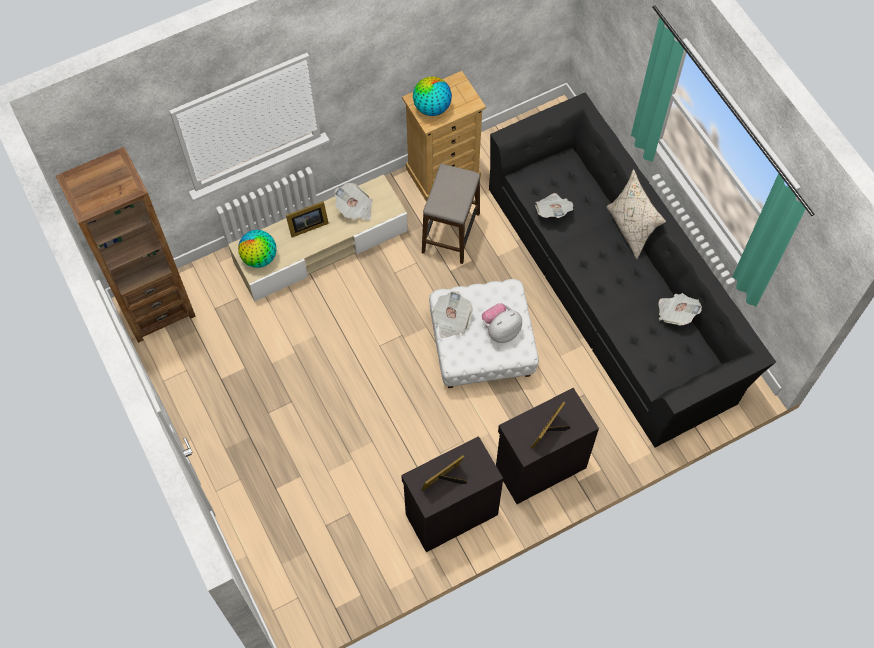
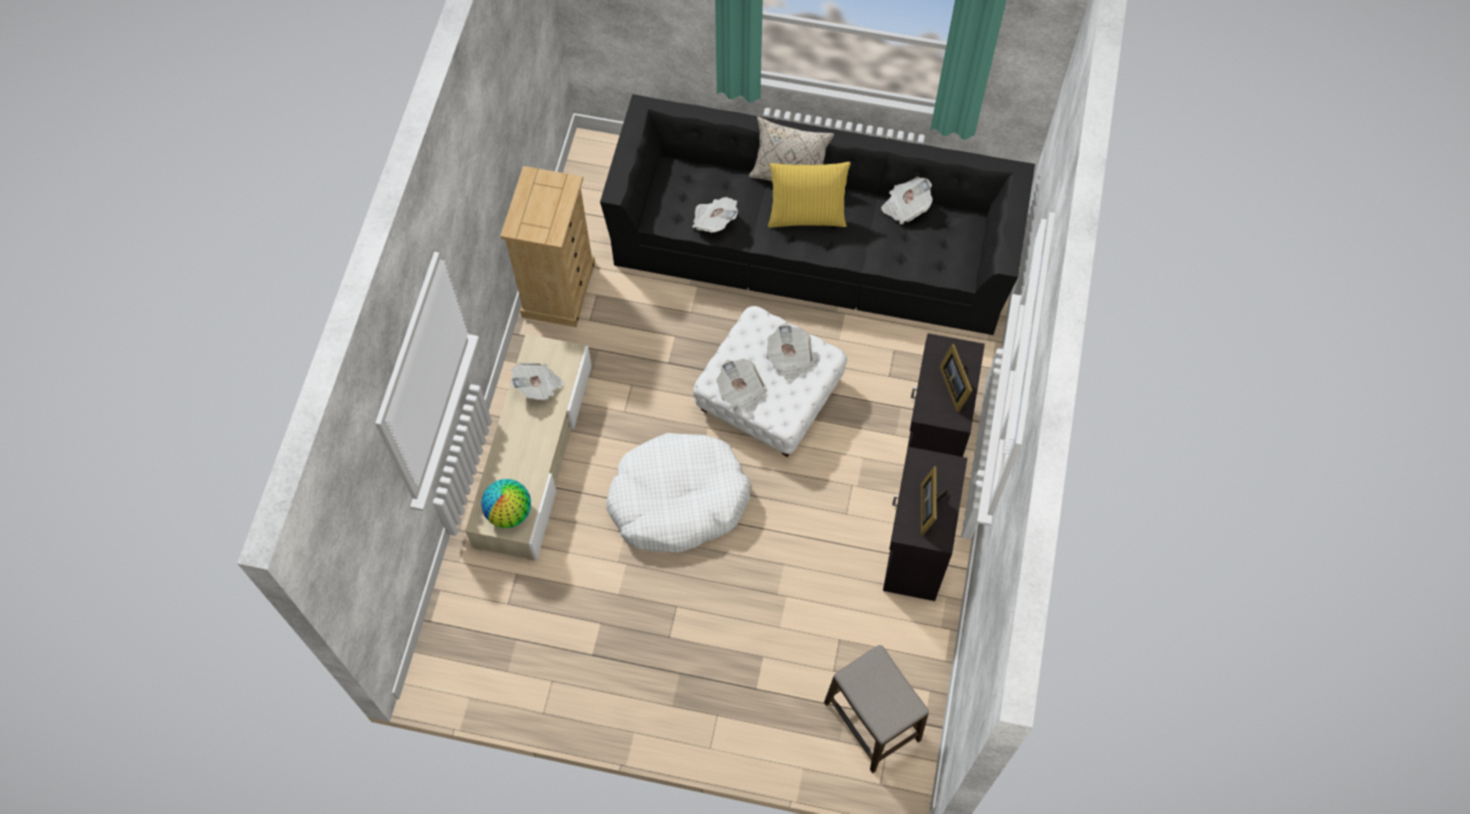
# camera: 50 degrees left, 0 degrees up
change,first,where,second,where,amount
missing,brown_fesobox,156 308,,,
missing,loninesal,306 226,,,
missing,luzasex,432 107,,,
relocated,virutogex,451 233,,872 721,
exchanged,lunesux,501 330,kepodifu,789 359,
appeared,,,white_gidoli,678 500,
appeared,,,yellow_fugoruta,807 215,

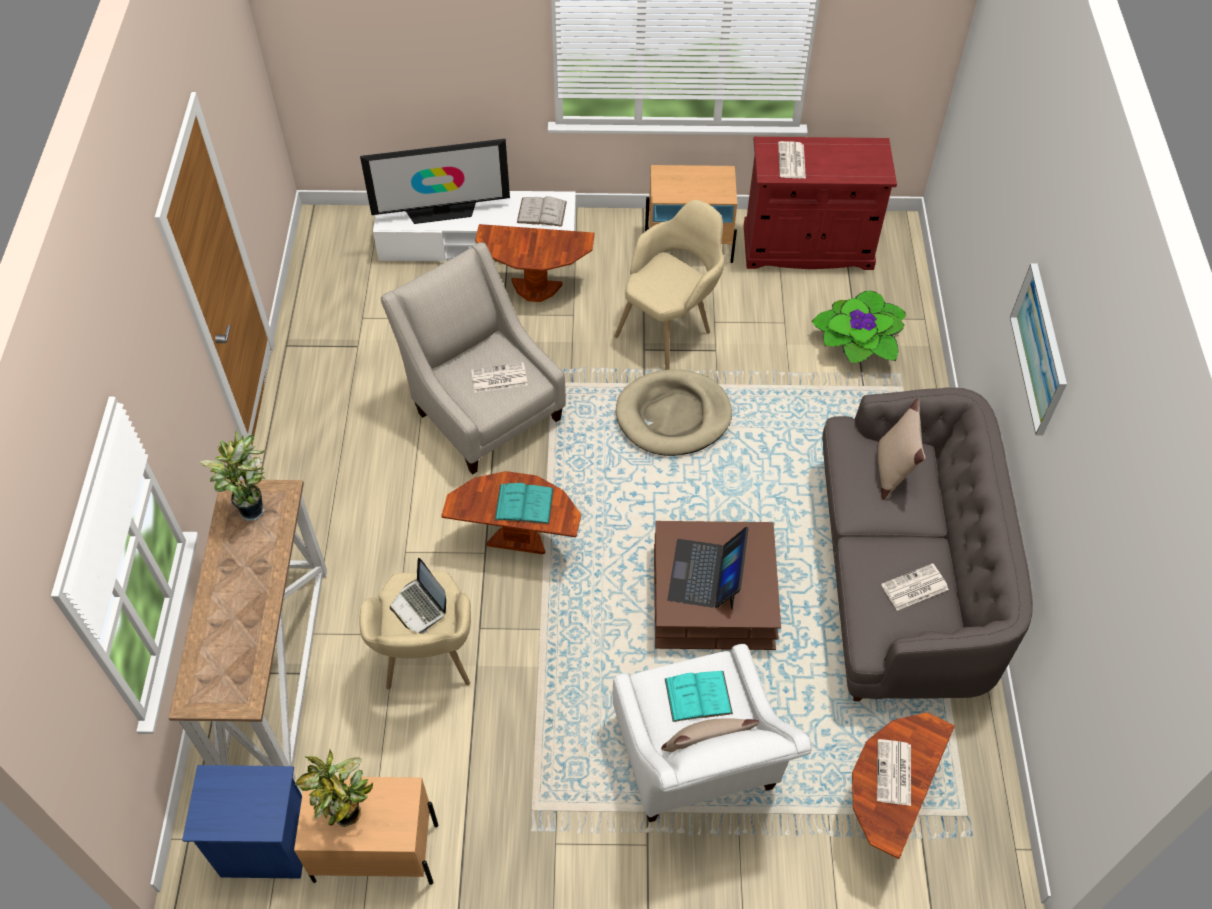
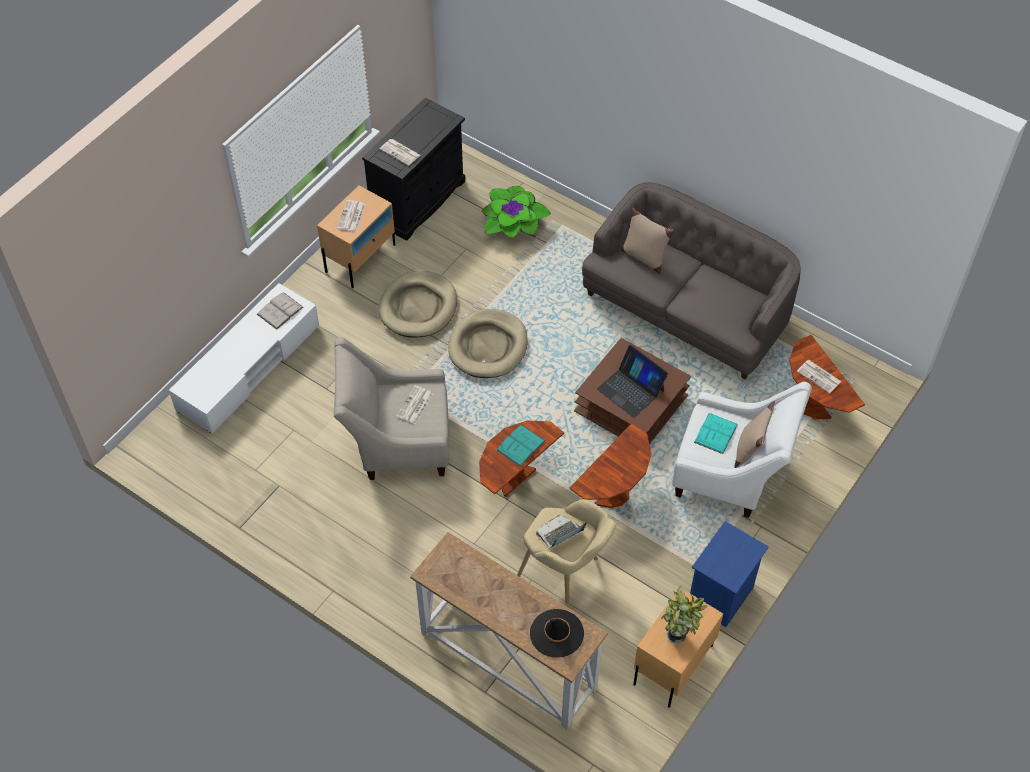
# camera: 55 degrees left, 0 degrees up
change,first,where,second,where,amount
relocated,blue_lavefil,265 847,,721 596,
missing,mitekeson,252 507,,,
missing,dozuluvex,441 211,,,
spun,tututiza,420 606,,559 533,150 degrees clockwise
relocated,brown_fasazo,536 289,,614 494,
exchanged,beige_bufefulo,670 327,beige_gidoli,418 307,
colour,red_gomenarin,808 247,black_gomenarin,418 200,
relocated,kepodifu,914 588,,351 217,
missing,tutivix,1040 348,,,
appeared,,,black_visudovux,556 633,

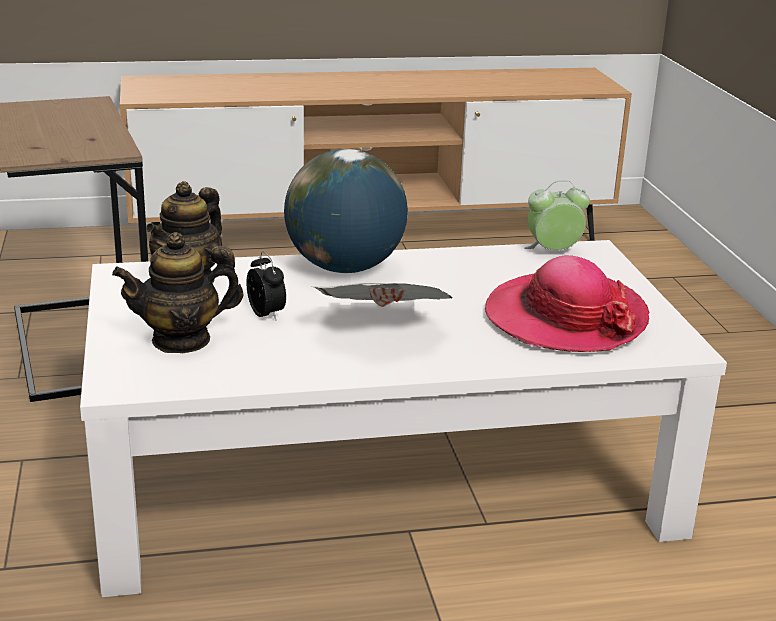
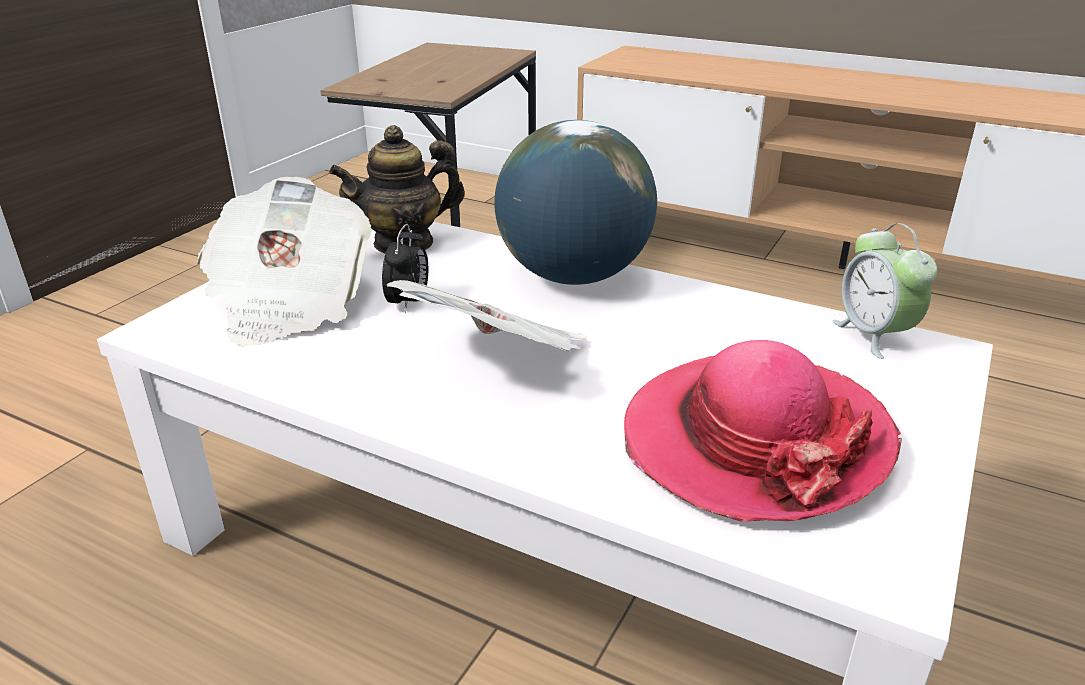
# camera: 40 degrees right, 5 degrees up
change,first,where,second,where,amount
exchanged,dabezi,181 340,kepodifu,289 302,
spun,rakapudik,553 252,,874 335,135 degrees counterclockwise

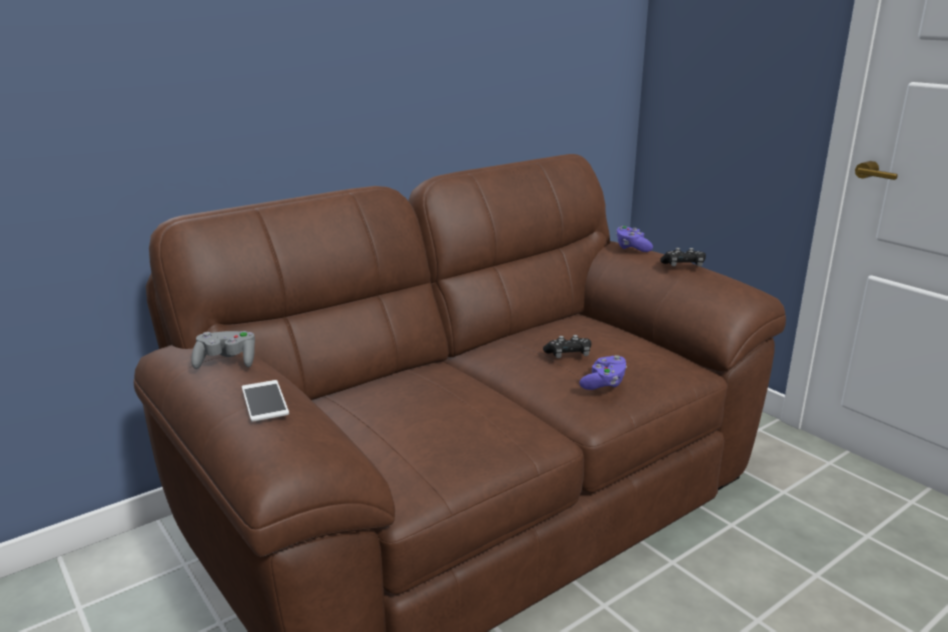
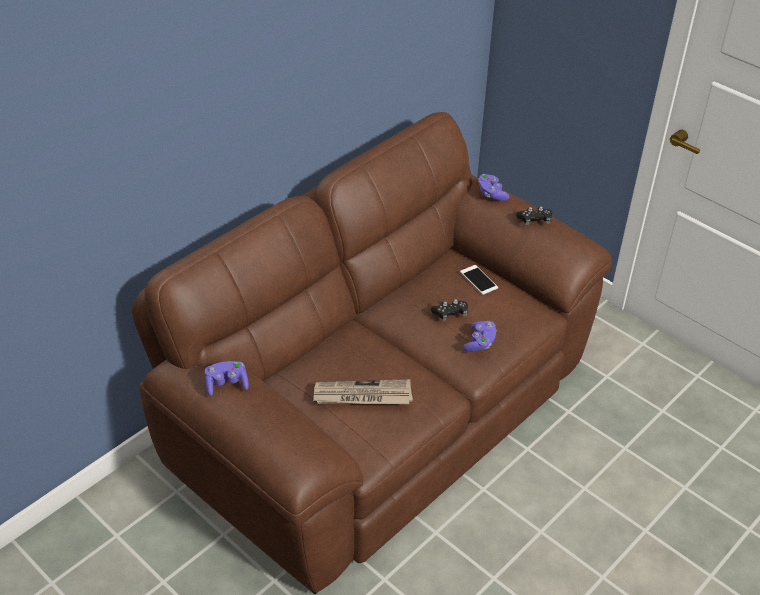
# camera: 10 degrees left, 20 degrees up
change,first,where,second,where,amount
colour,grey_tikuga,226 362,purple_tikuga,227 384,
relocated,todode,264 401,,478 280,
appeared,,,kepodifu,362 396,

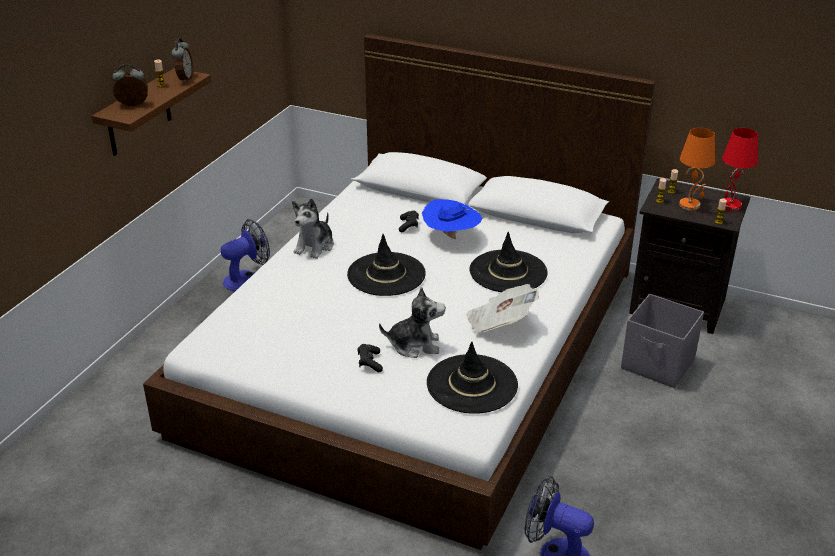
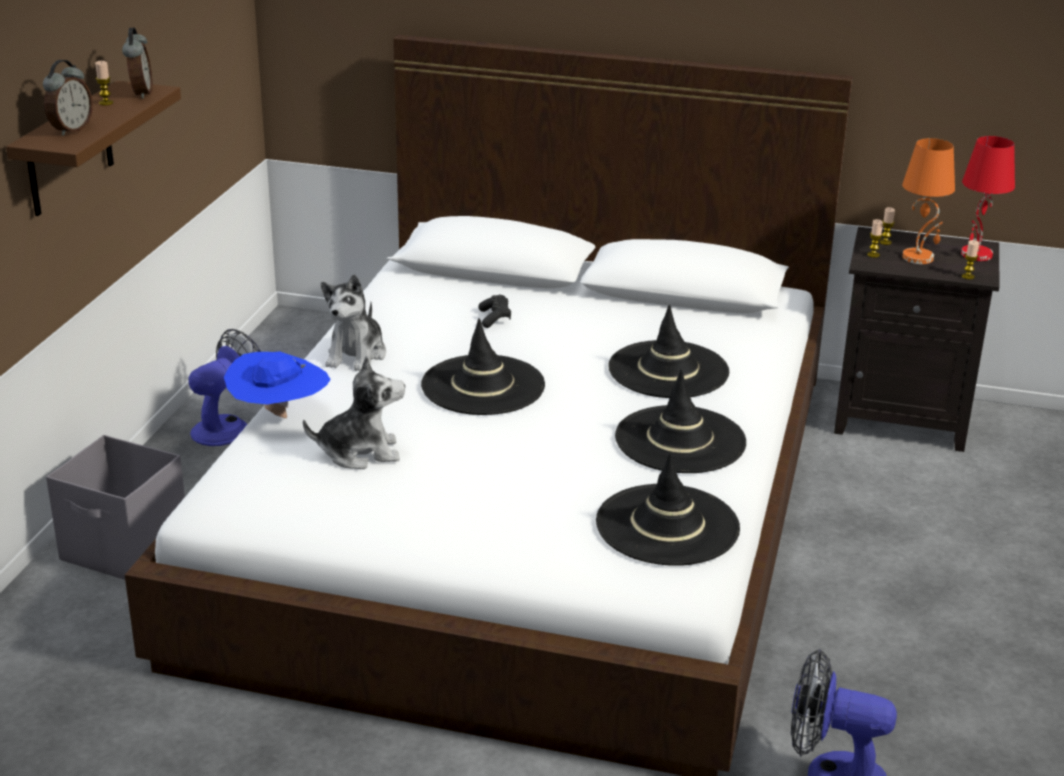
# camera: 10 degrees left, 5 degrees down
change,first,where,second,where,amount
spun,rakapudik,133 105,,70 130,135 degrees clockwise
missing,black_tikuga,370 363,,,
relocated,lunesux,414 345,,360 452,
relocated,blue_visudovux,451 237,,279 416,
exchanged,kepodifu,499 324,black_visudovux,680 440,
relocated,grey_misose,658 365,,126 550,

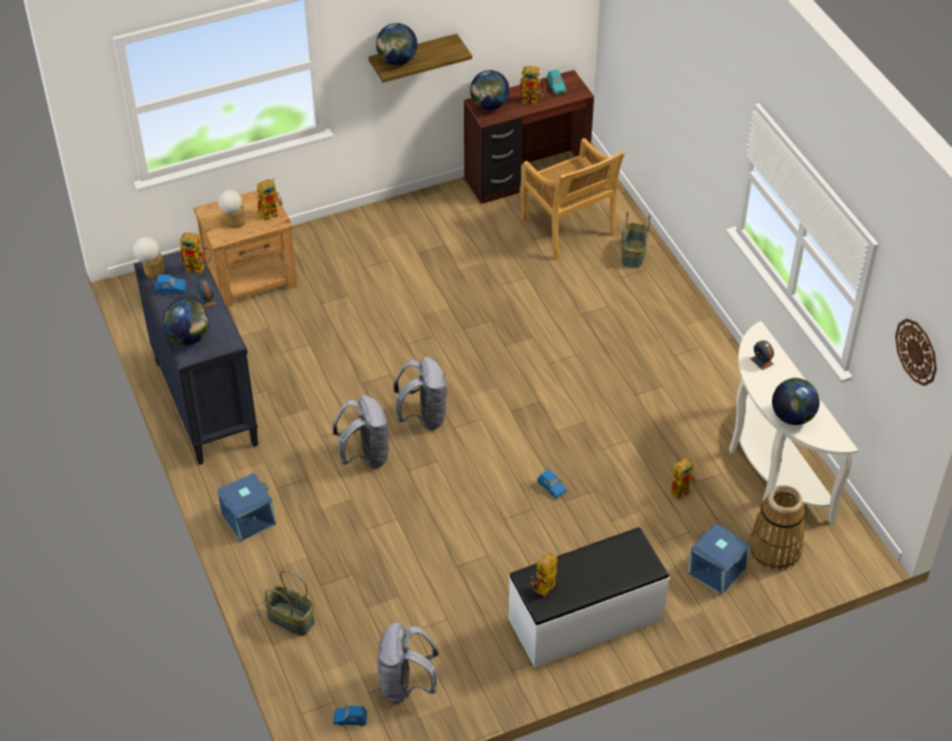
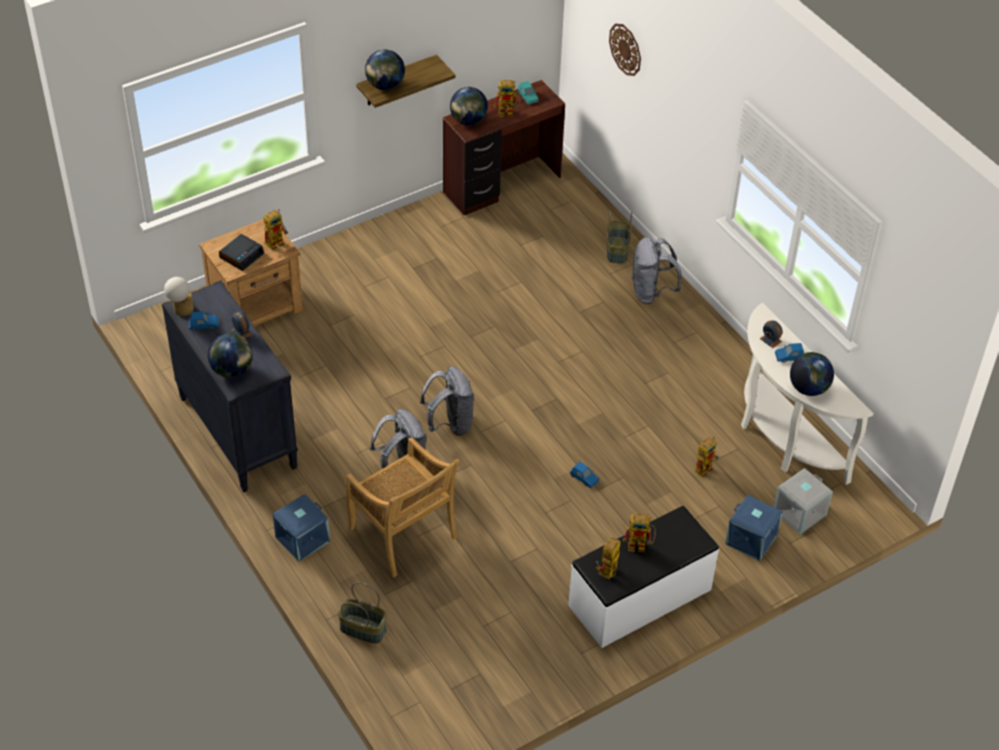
# camera: 10 degrees left, 0 degrees up
change,first,where,second,where,amount
relocated,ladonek,199 268,,640 545,
exchanged,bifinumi,233 223,rakapudik,241 255,
relocated,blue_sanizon,350 719,,789 357,
relocated,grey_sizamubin,406 685,,651 292,
relocated,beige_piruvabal,569 228,,403 534,
exchanged,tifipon,774 549,grey_misose,800 513,
relocated,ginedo,917 351,,625 49,

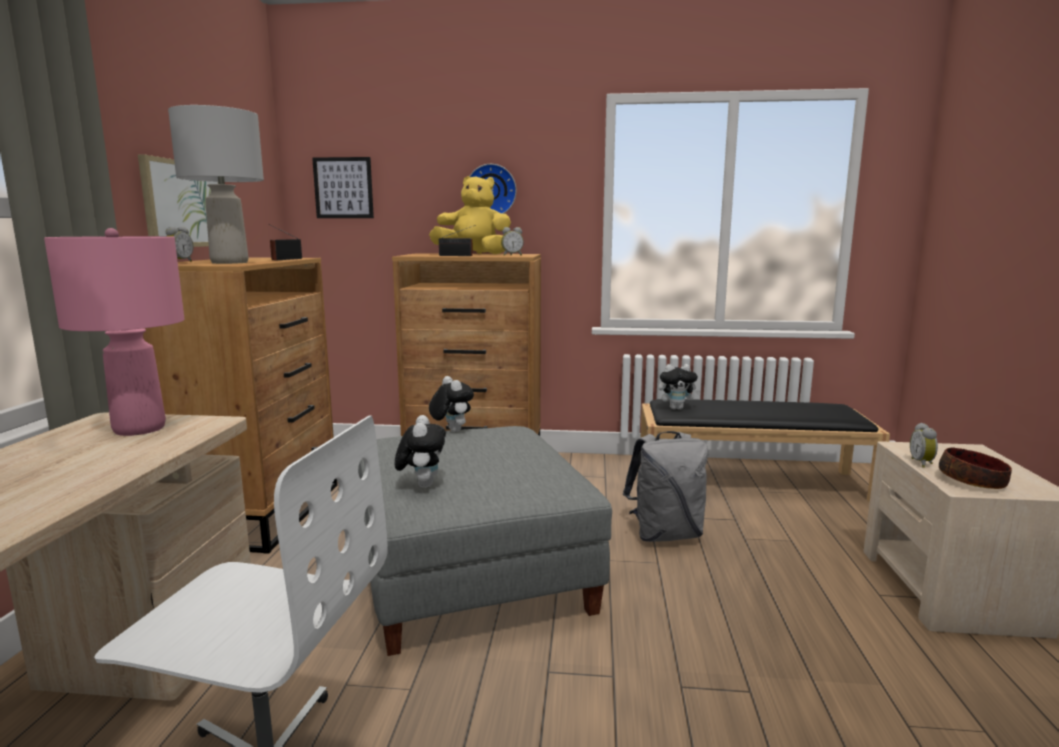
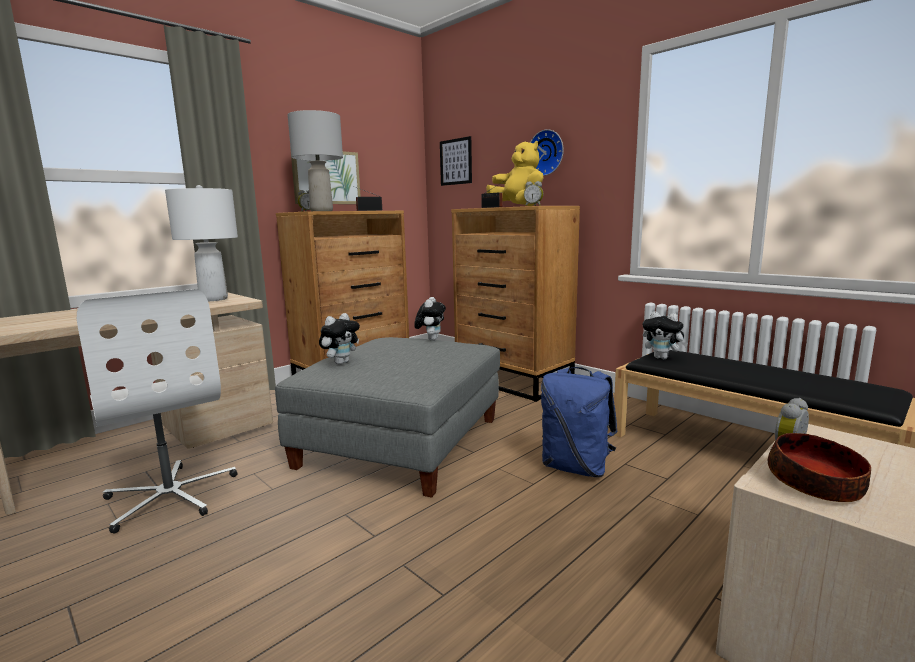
# camera: 40 degrees right, 0 degrees up
change,first,where,second,where,amount
colour,pink_bifinumi,138 429,white_bifinumi,213 299,
colour,grey_sizamubin,665 534,blue_sizamubin,576 467,

